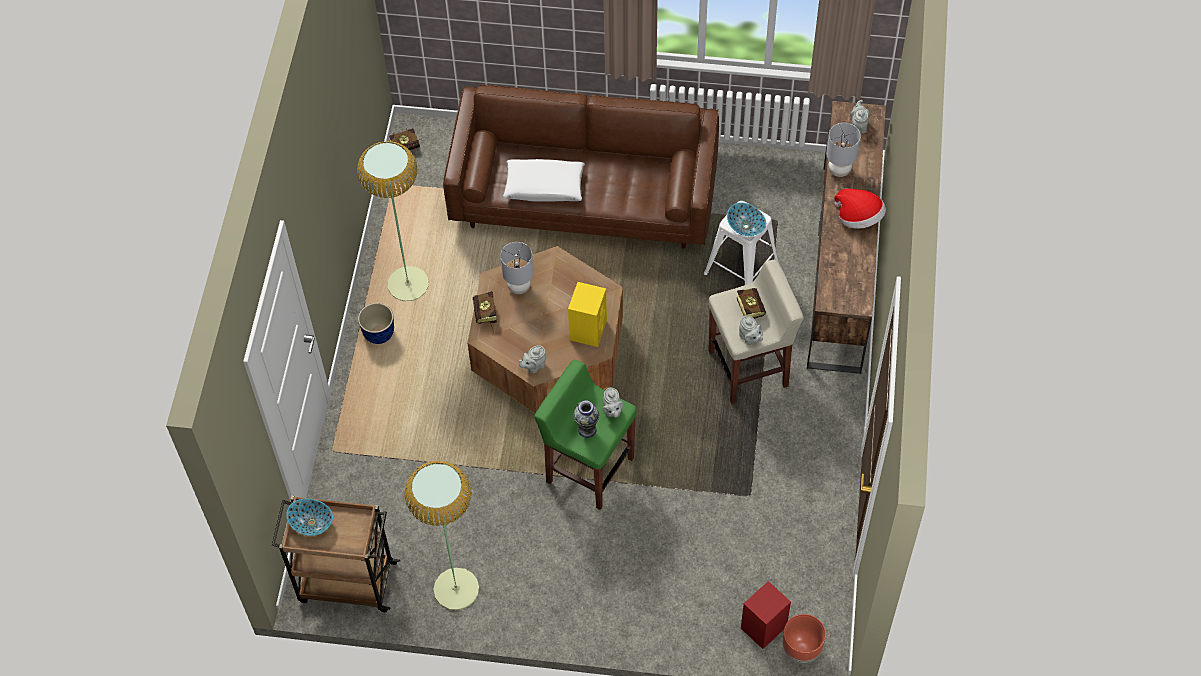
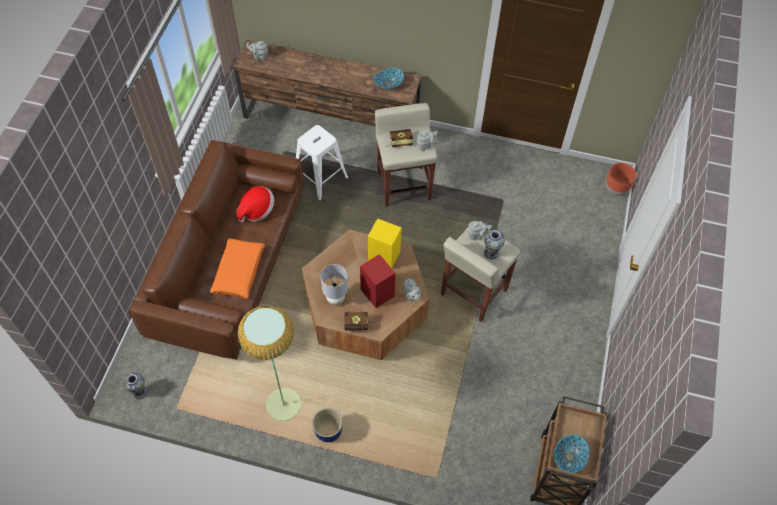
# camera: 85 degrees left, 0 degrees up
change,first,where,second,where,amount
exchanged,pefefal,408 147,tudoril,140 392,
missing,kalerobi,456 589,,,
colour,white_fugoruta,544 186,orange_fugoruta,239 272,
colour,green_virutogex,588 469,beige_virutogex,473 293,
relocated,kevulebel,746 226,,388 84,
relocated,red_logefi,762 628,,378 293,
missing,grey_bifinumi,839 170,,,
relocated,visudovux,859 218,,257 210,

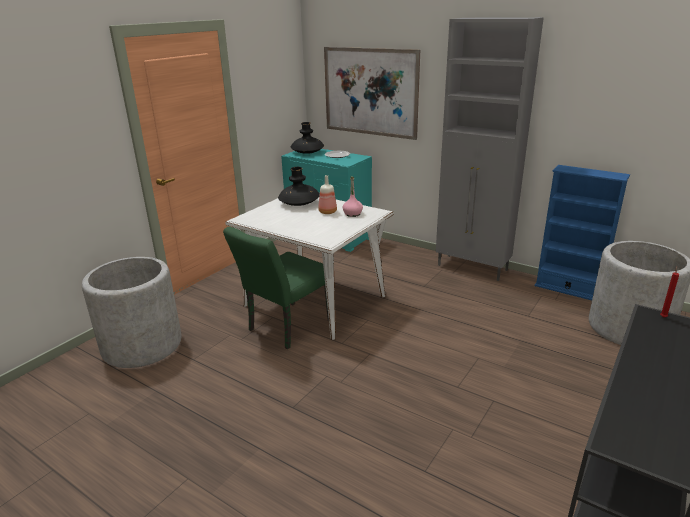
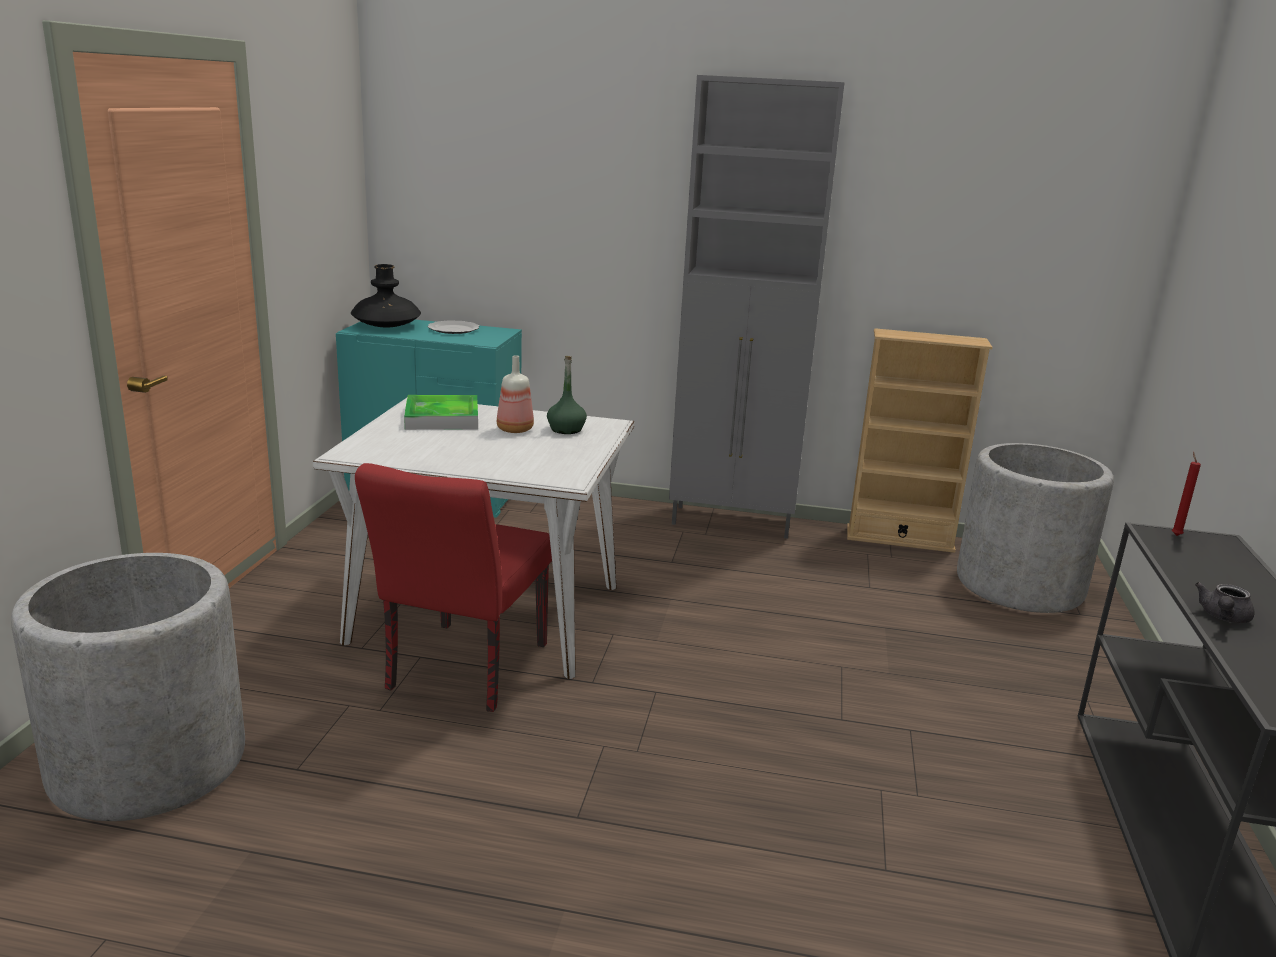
# camera: 25 degrees left, 5 degrees down
change,first,where,second,where,amount
colour,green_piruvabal,285 328,red_piruvabal,461 672,
exchanged,black_tudoril,299 203,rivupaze,442 418,
missing,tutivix,370 92,,,
colour,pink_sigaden,352 214,green_sigaden,566 429,
colour,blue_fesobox,568 289,beige_fesobox,899 539,
appeared,,,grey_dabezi,1222 617,

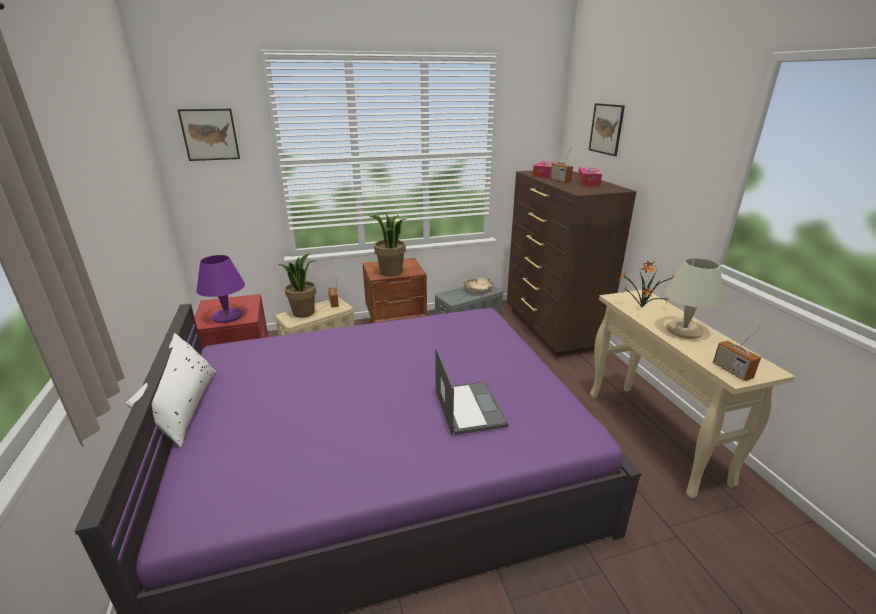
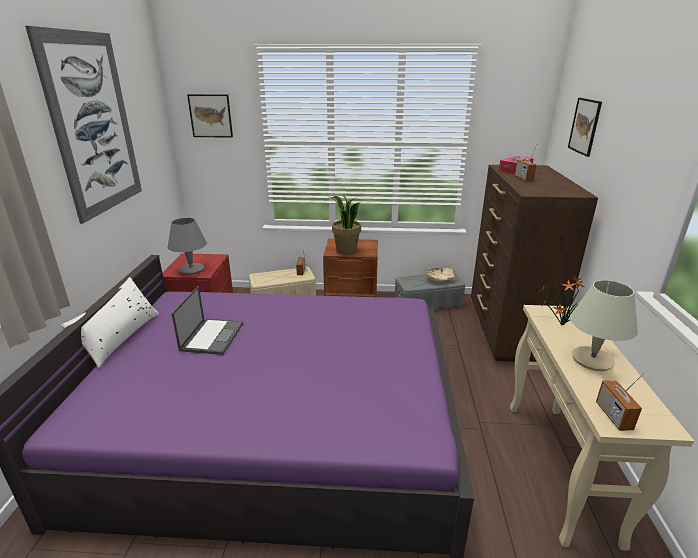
# camera: 20 degrees right, 0 degrees up
change,first,where,second,where,amount
colour,purple_bifinumi,227 316,grey_bifinumi,191 269,
missing,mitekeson,303 312,,,
relocated,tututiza,469 407,,212 336,
missing,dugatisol,588 182,,,
appeared,,,tutivix,93 124,

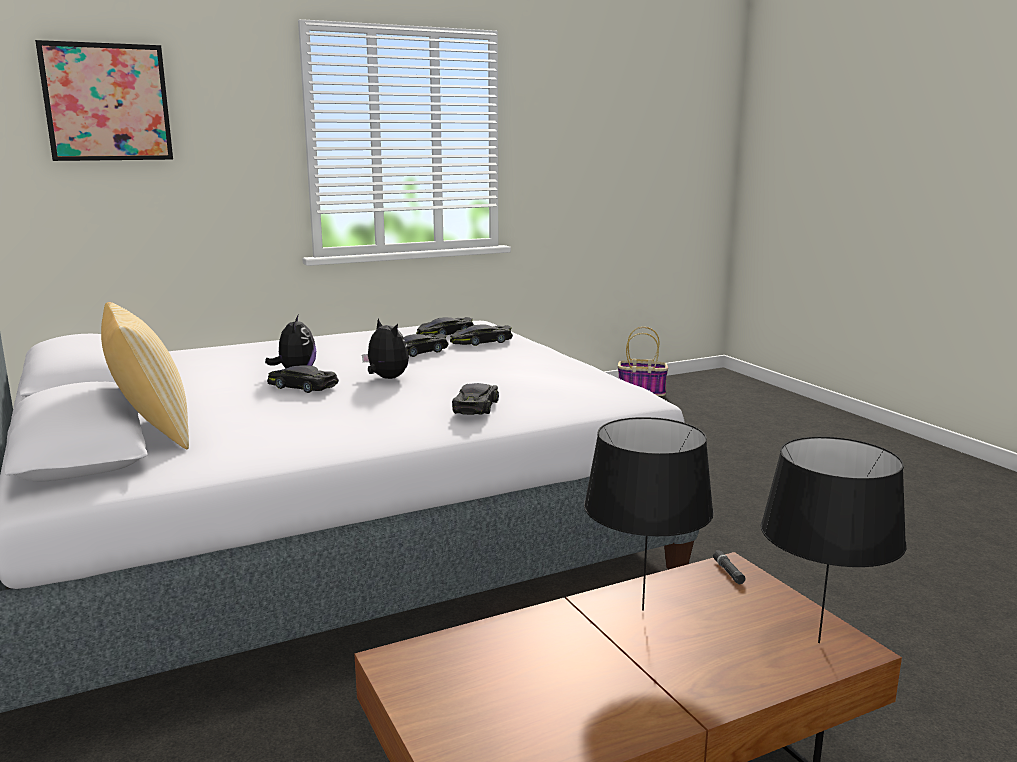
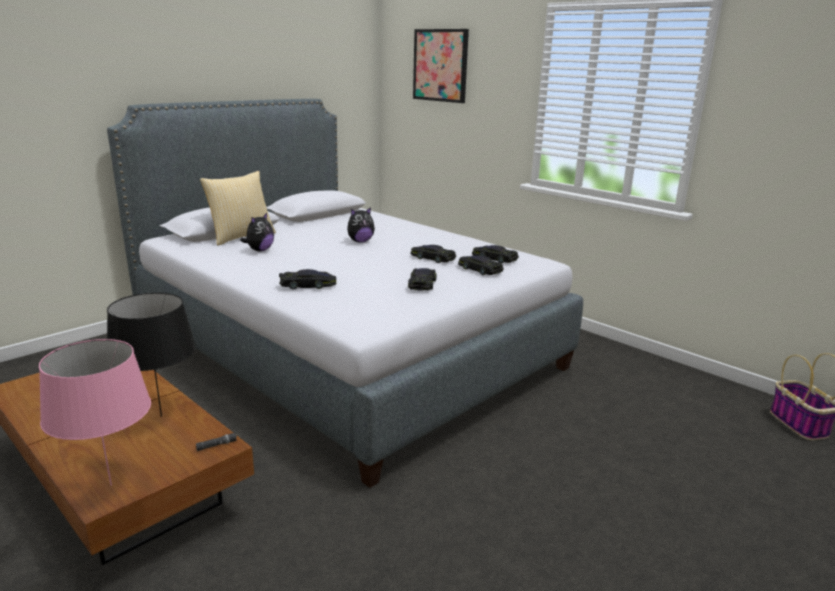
# camera: 70 degrees right, 5 degrees up
change,first,where,second,where,amount
relocated,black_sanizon,302 386,,422 283,
relocated,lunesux,386 378,,259 250,
colour,black_bifinumi,818 642,pink_bifinumi,111 485,

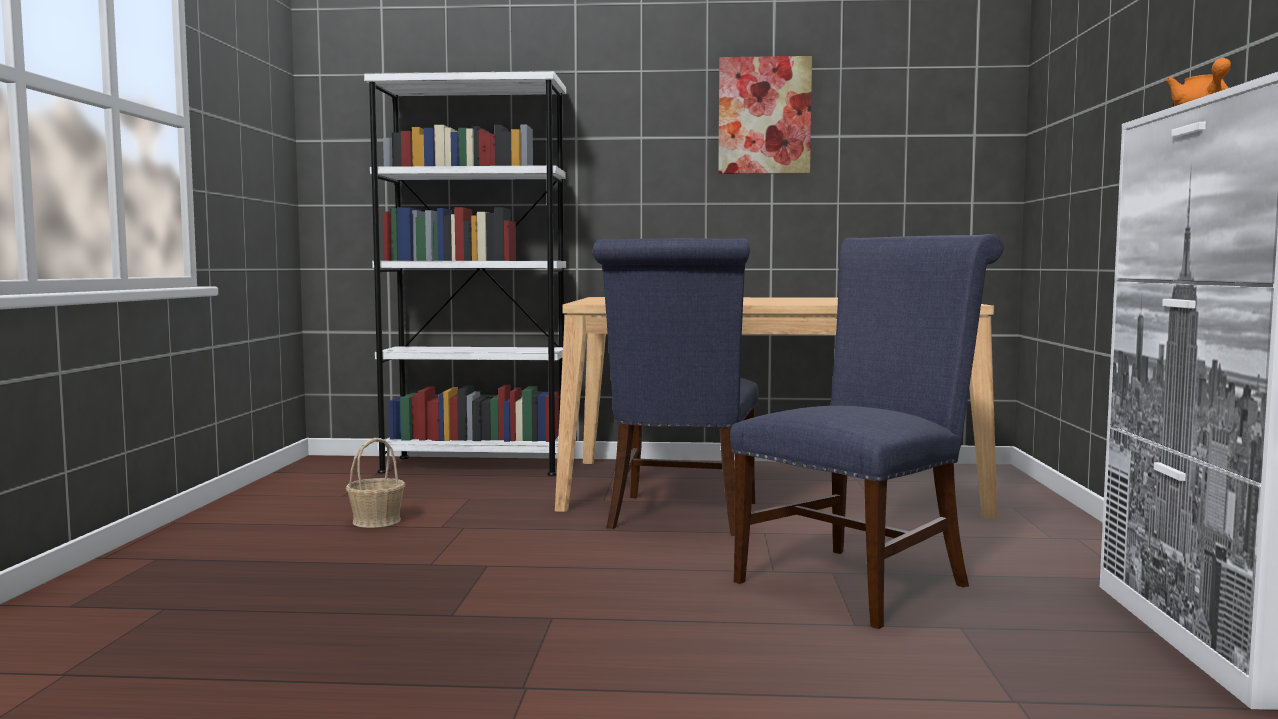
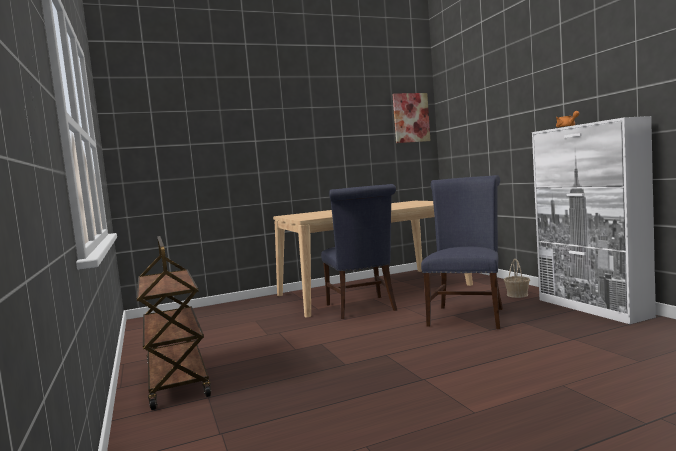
# camera: 25 degrees left, 0 degrees up
change,first,where,second,where,amount
relocated,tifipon,377 521,,517 295,
missing,white_fesobox,475 466,,,
relocated,tutivix,764 116,,411 118,
appeared,,,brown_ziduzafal,176 379,

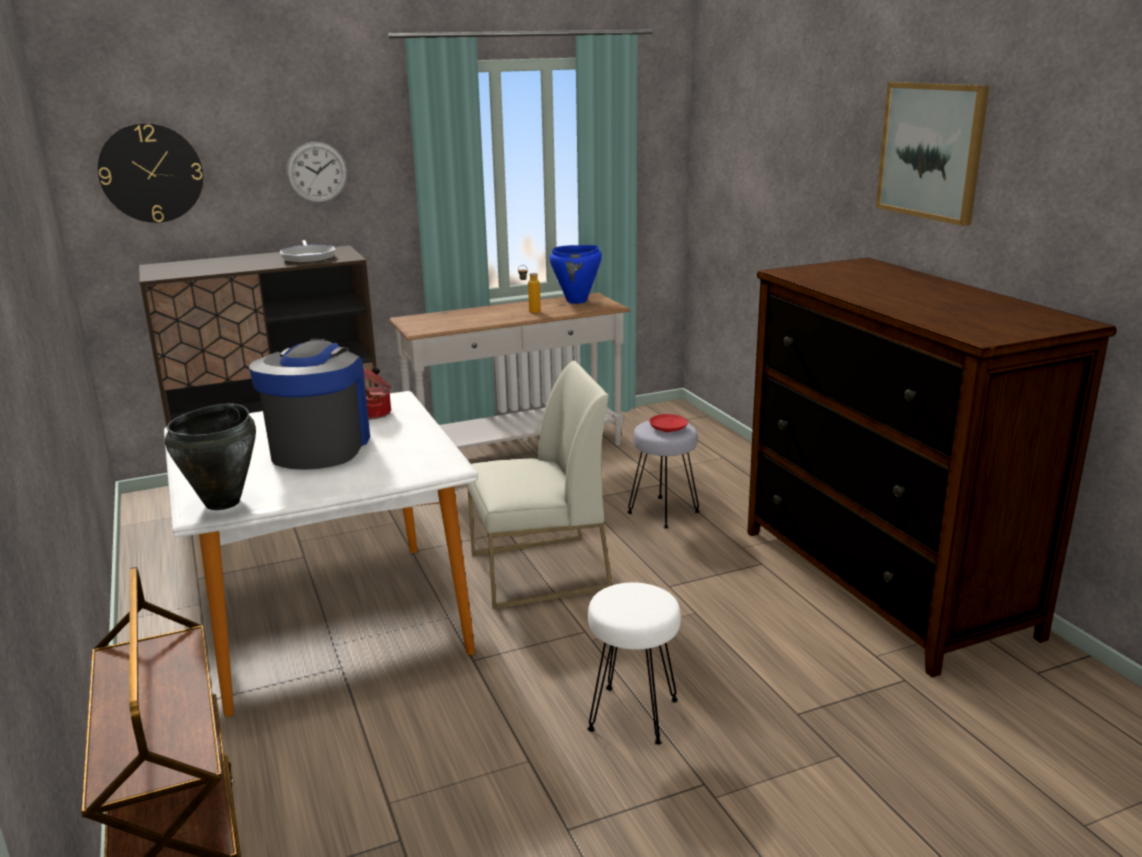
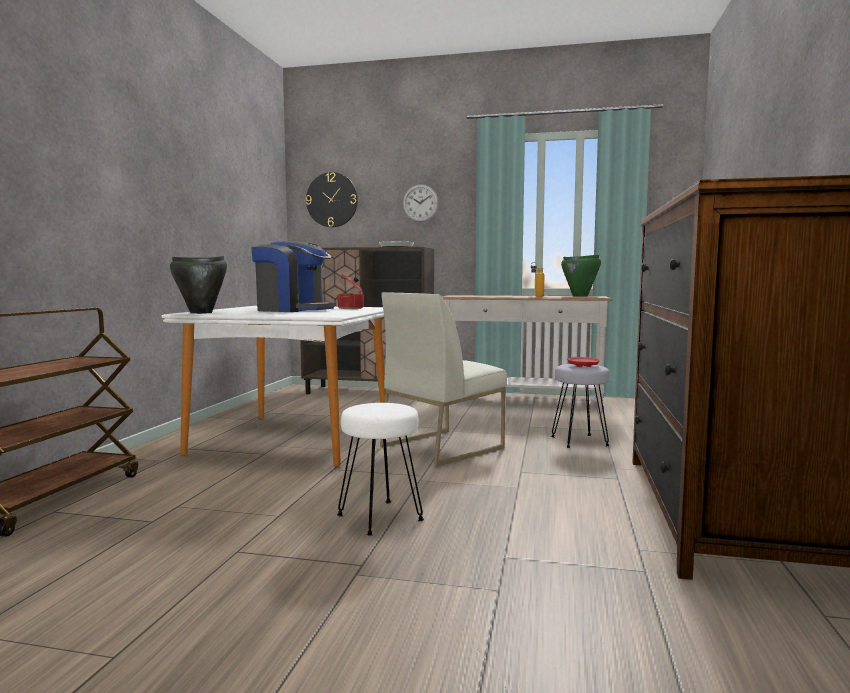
# camera: 35 degrees right, 15 degrees down
change,first,where,second,where,amount
spun,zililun,319 446,,293 310,75 degrees clockwise
spun,white_piruvabal,538 572,,442 447,120 degrees clockwise
colour,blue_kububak,577 301,green_kububak,580 296,
missing,tutivix,932 151,,,

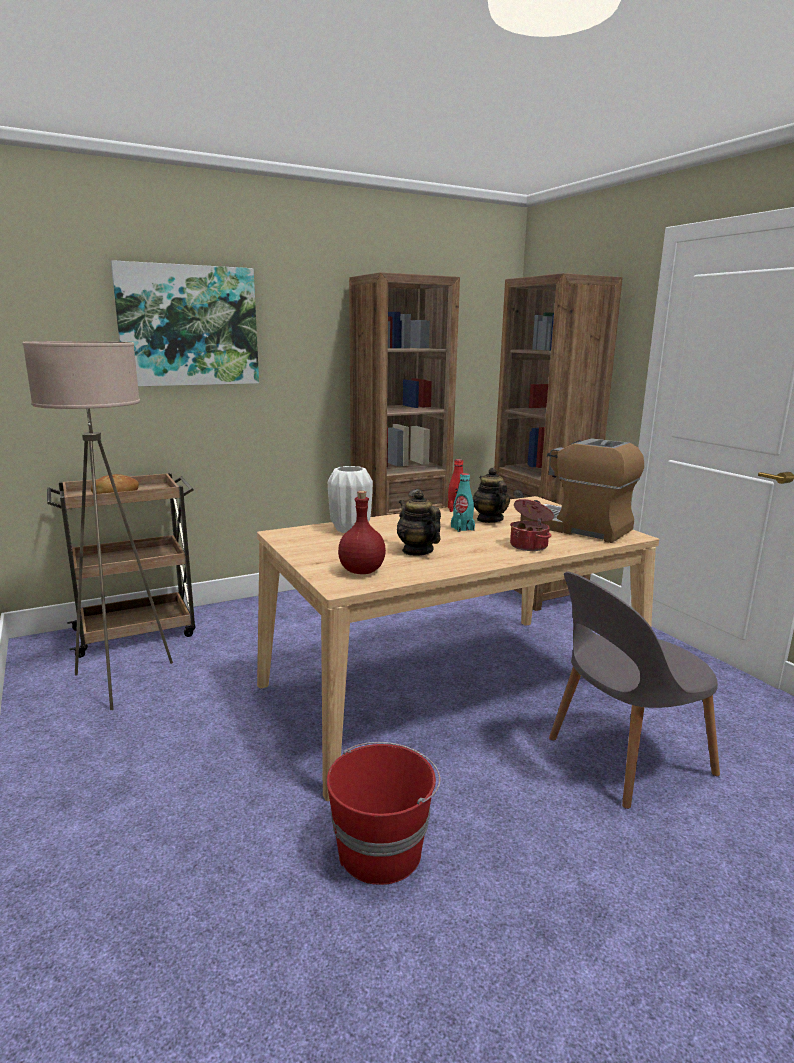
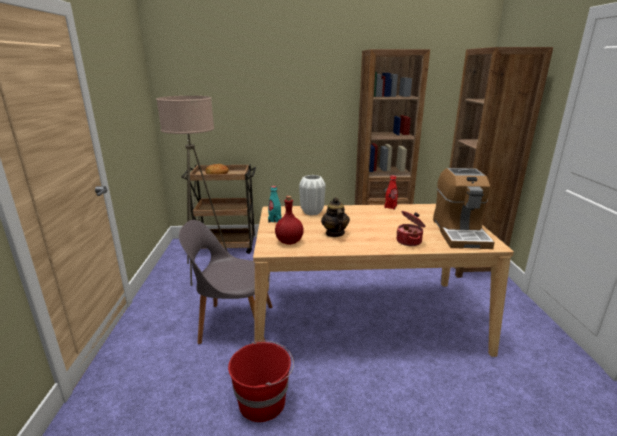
# camera: 25 degrees right, 5 degrees up
change,first,where,second,where,amount
missing,tutivix,189 326,,,
relocated,turquoise_sigaden,462 528,,274 220,
missing,dabezi,489 519,,,
spun,zililun,578 527,,460 233,150 degrees counterclockwise
relocated,grey_piruvabal,624 758,,233 323,

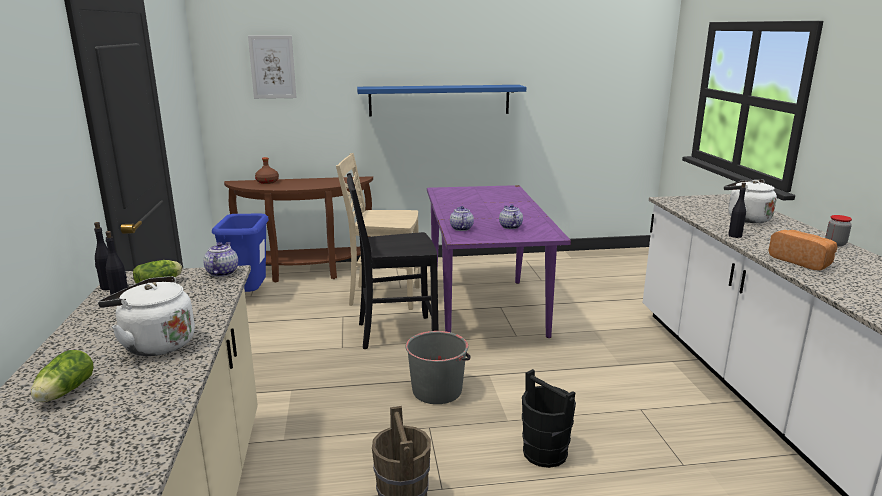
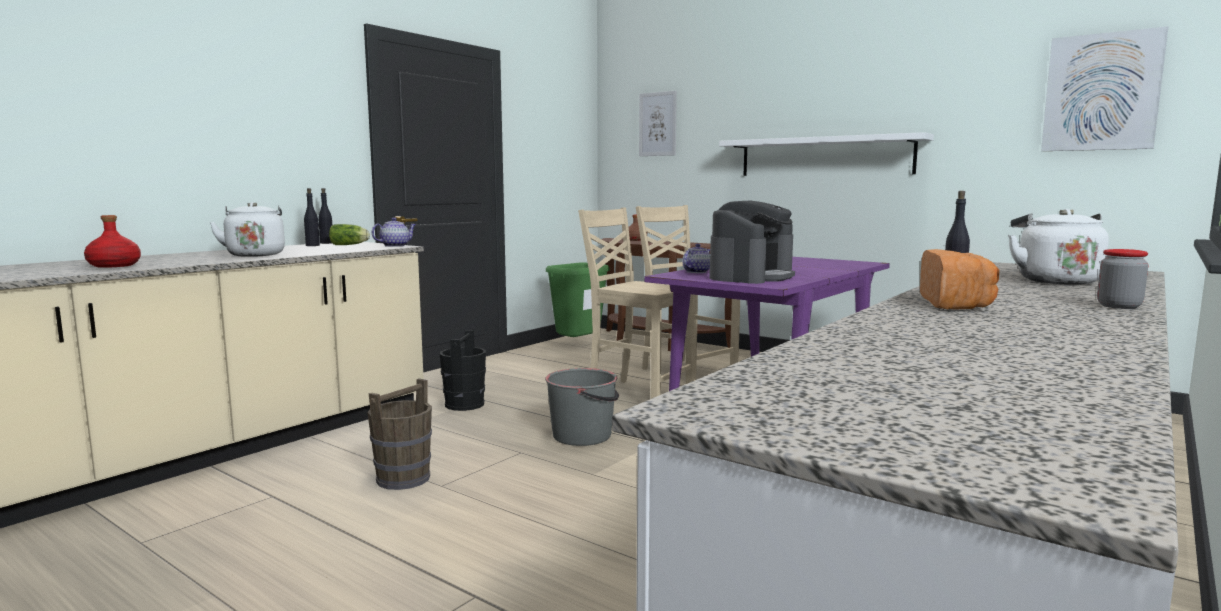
# camera: 45 degrees right, 10 degrees down
change,first,where,second,where,amount
missing,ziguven,63 393,,,
colour,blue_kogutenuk,249 297,green_kogutenuk,578 346,
colour,black_piruvabal,395 333,beige_piruvabal,638 394,
colour,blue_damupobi,439 100,white_damupobi,824 156,
exchanged,dabezi,510 227,zililun,751 276,
relocated,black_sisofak,545 453,,464 404,
appeared,,,red_sigaden,115 265,
appeared,,,tutivix,1101 92,

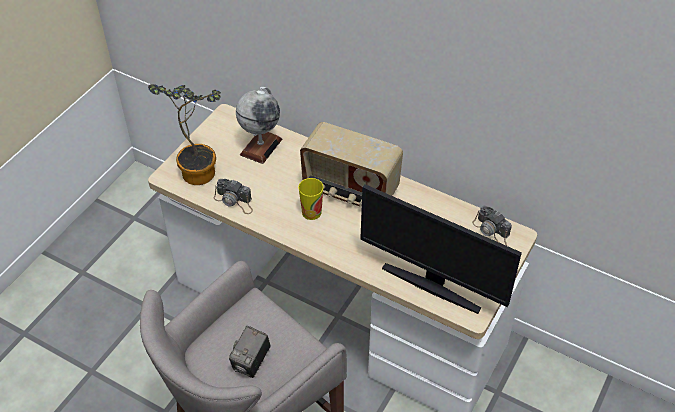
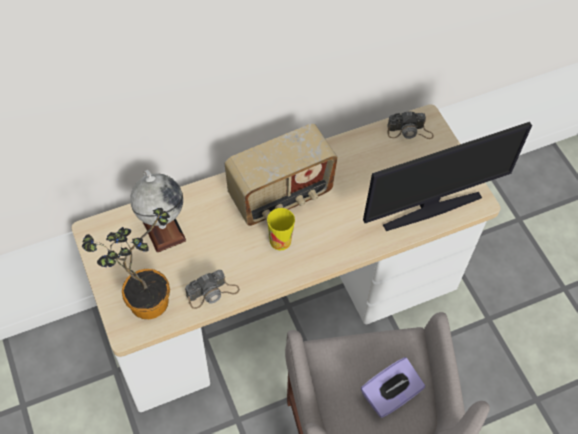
# camera: 55 degrees left, 10 degrees up
change,first,where,second,where,amount
exchanged,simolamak,251 362,purple_dugatisol,390 395,

